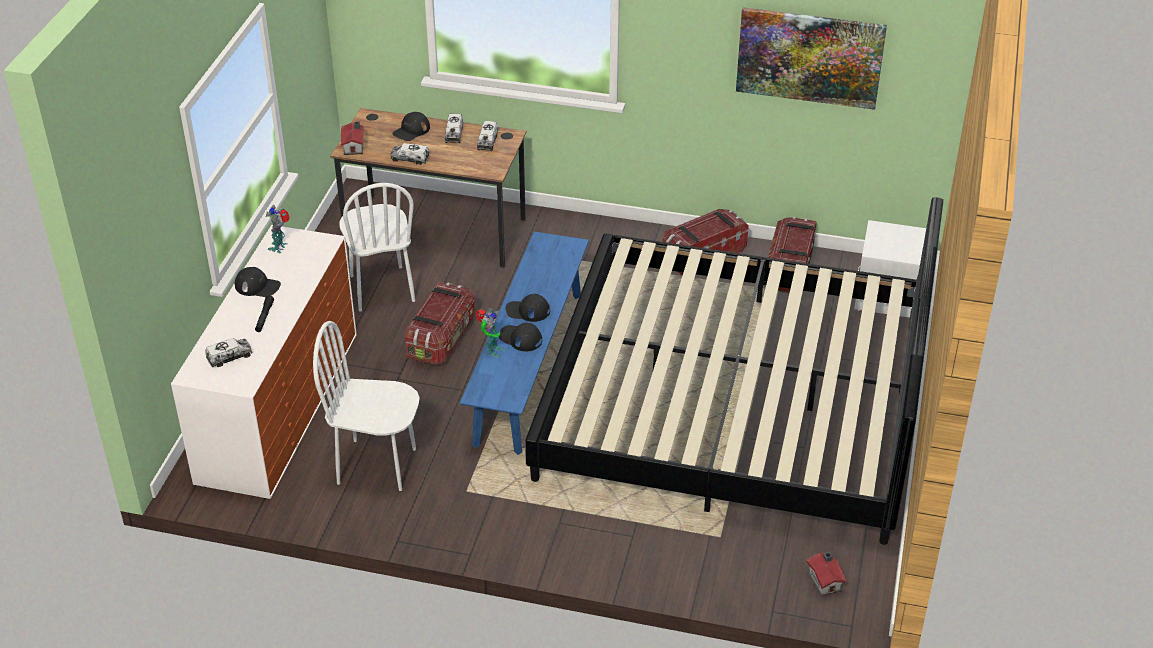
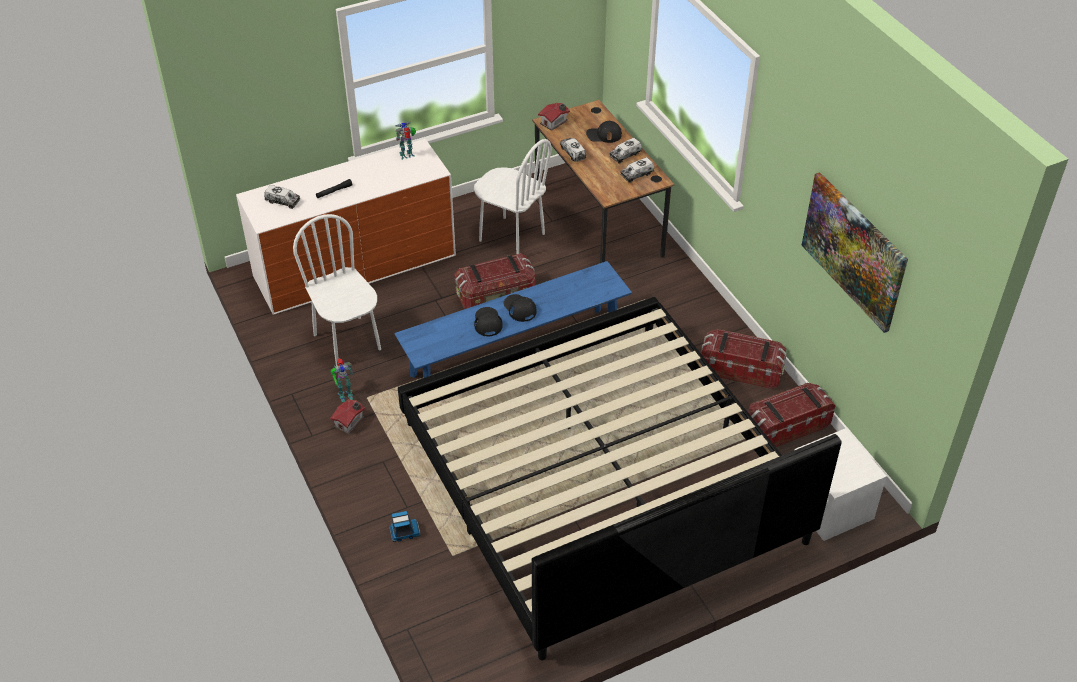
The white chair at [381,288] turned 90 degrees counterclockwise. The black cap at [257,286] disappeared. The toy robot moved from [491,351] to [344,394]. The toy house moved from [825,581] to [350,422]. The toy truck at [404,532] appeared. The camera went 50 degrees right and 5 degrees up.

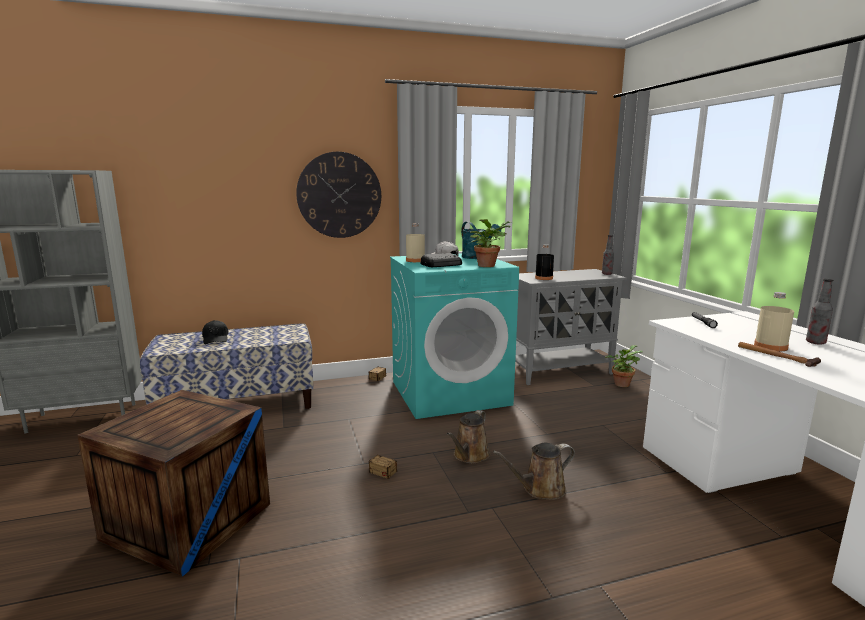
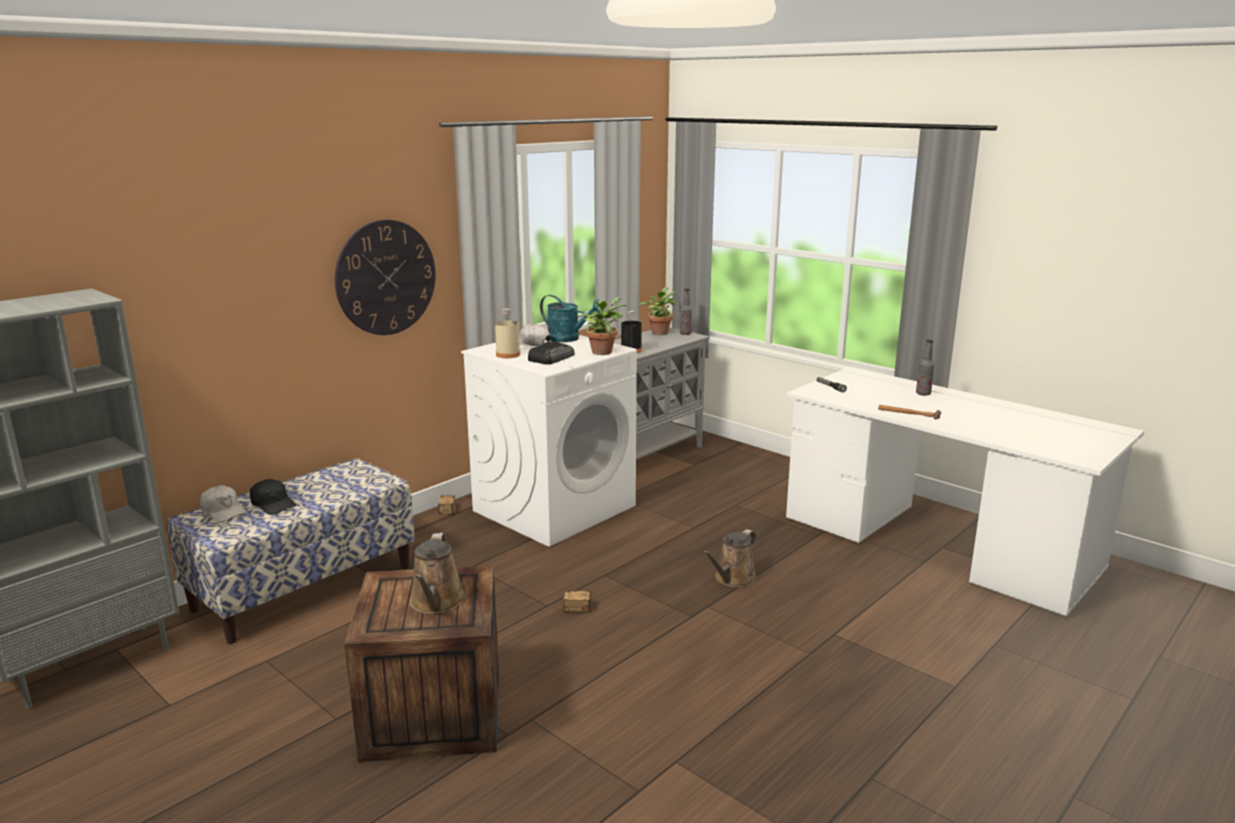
The turquoise washing machine at [450,393] became the white washing machine at [554,508]. The beige bottle at [770,346] disappeared. The potted plant moved from [622,383] to [659,332]. The brown watering can moved from [469,456] to [436,602]. The white cap at [223,511] appeared. The camera went 30 degrees left and 5 degrees up.

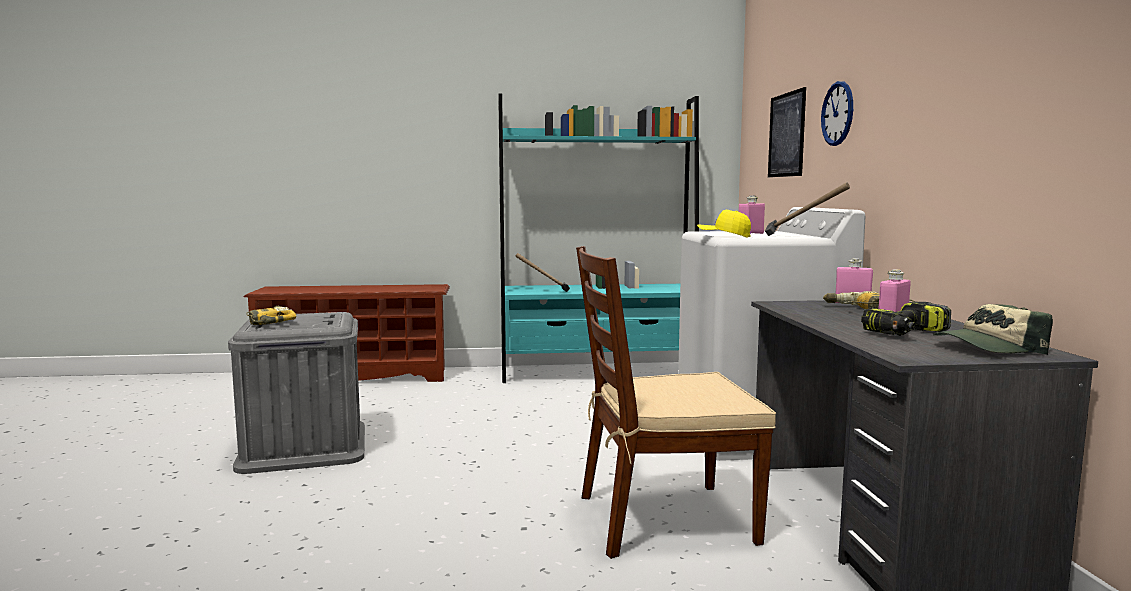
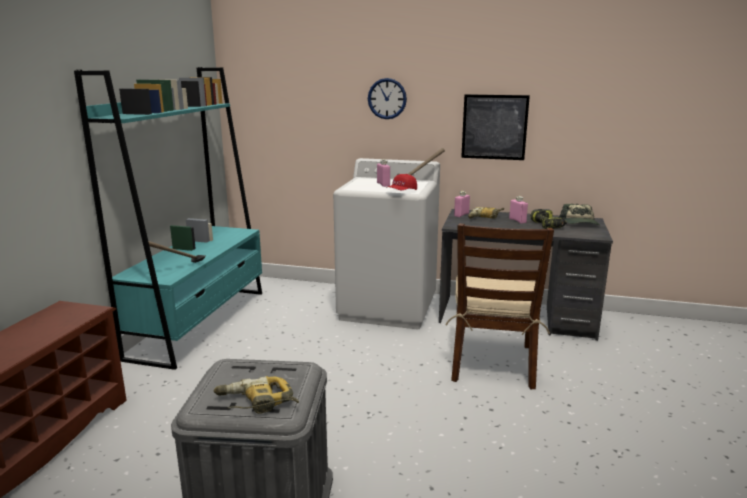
The picture moved from [786,135] to [494,127]. The yellow cap at [724,236] became the red cap at [401,191]. The camera went 70 degrees left and 10 degrees up.

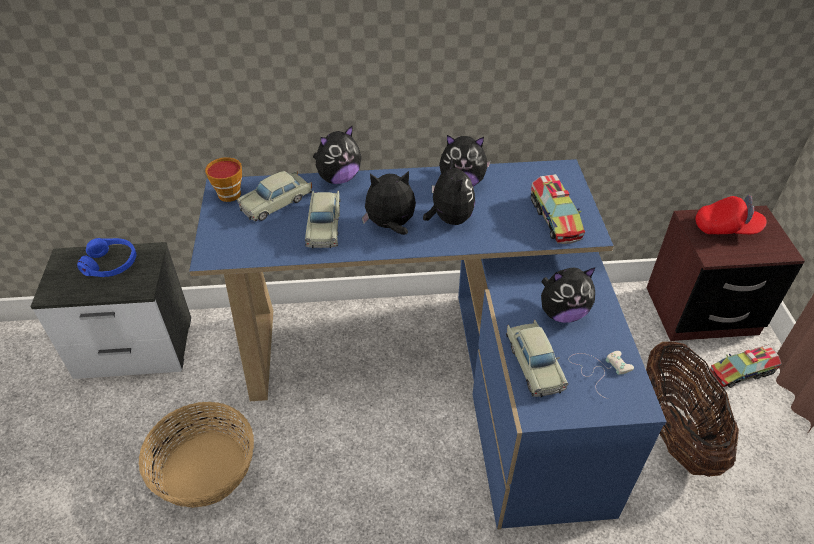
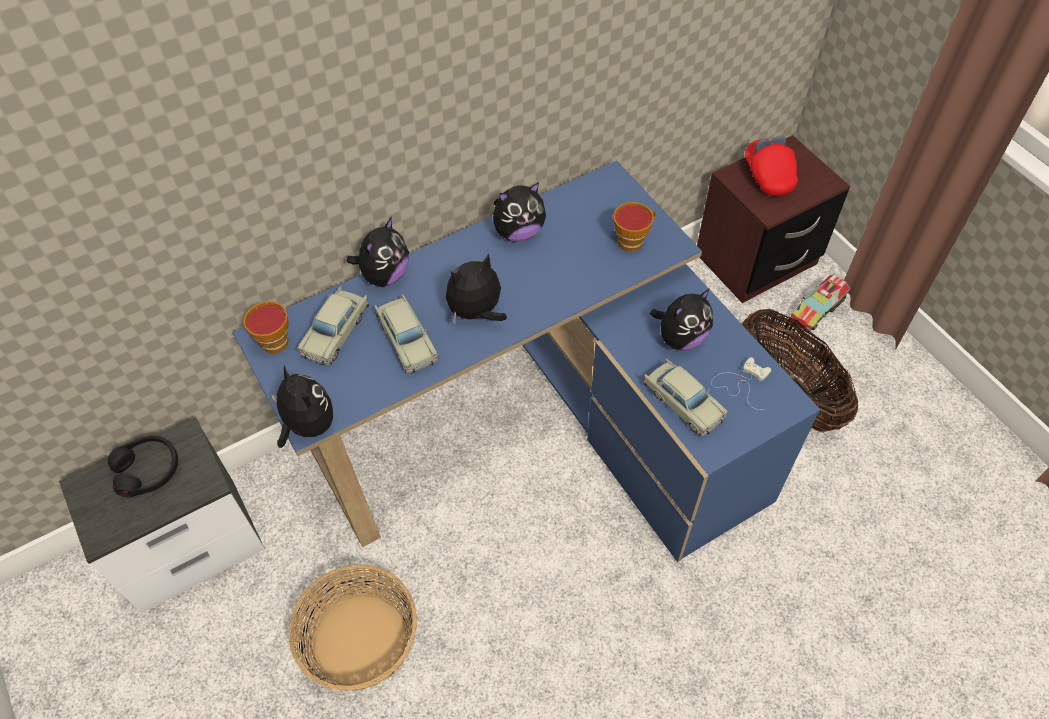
The plush toy moved from [449,219] to [307,426]. The toy truck at [555,218] was replaced by the cup at [633,240]. The red cap at [726,228] turned 90 degrees counterclockwise. The blue headphones at [111,264] became the black headphones at [148,470]. The camera went 25 degrees left and 10 degrees up.

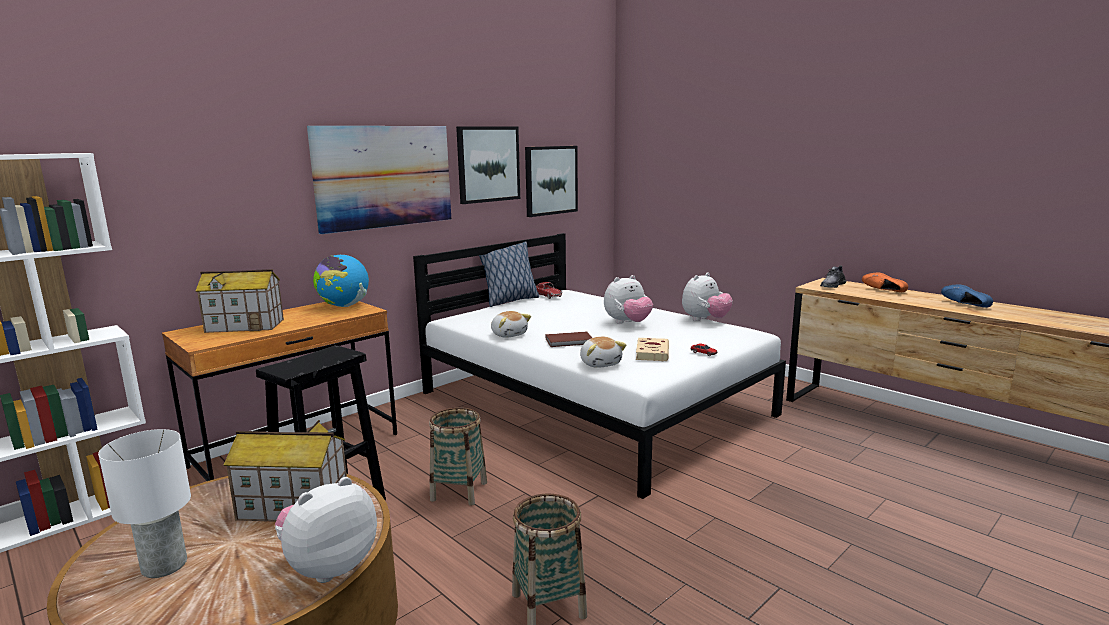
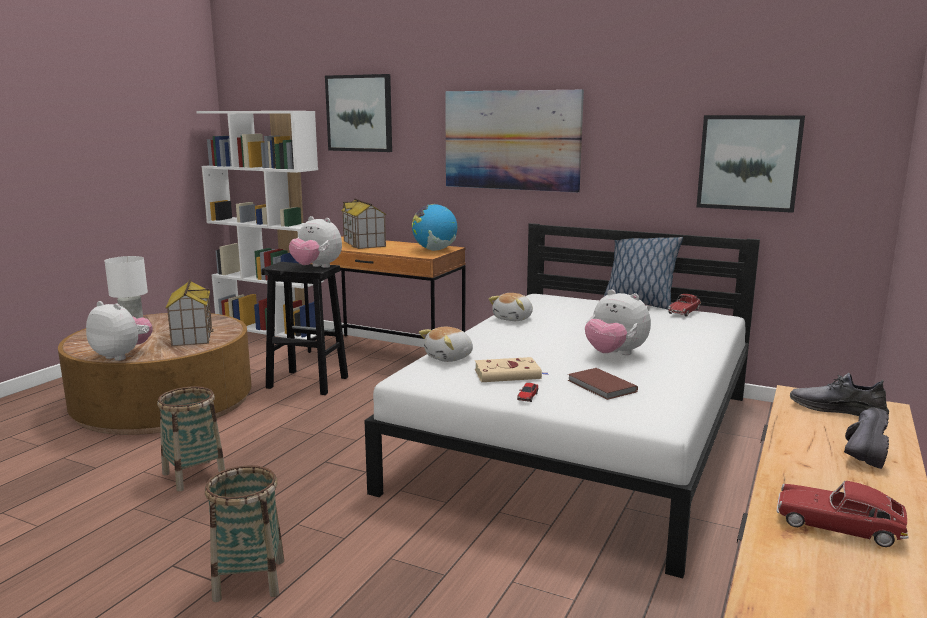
The picture moved from [488,164] to [359,113]. The plush toy moved from [705,320] to [316,267]. The orange shoe at [882,291] became the black shoe at [860,450]. The blue shoe at [963,305] was replaced by the toy car at [838,525]. The brown book moved from [570,341] to [601,386]. The basket moved from [459,491] to [249,580]. The camera went 70 degrees right and 0 degrees up.

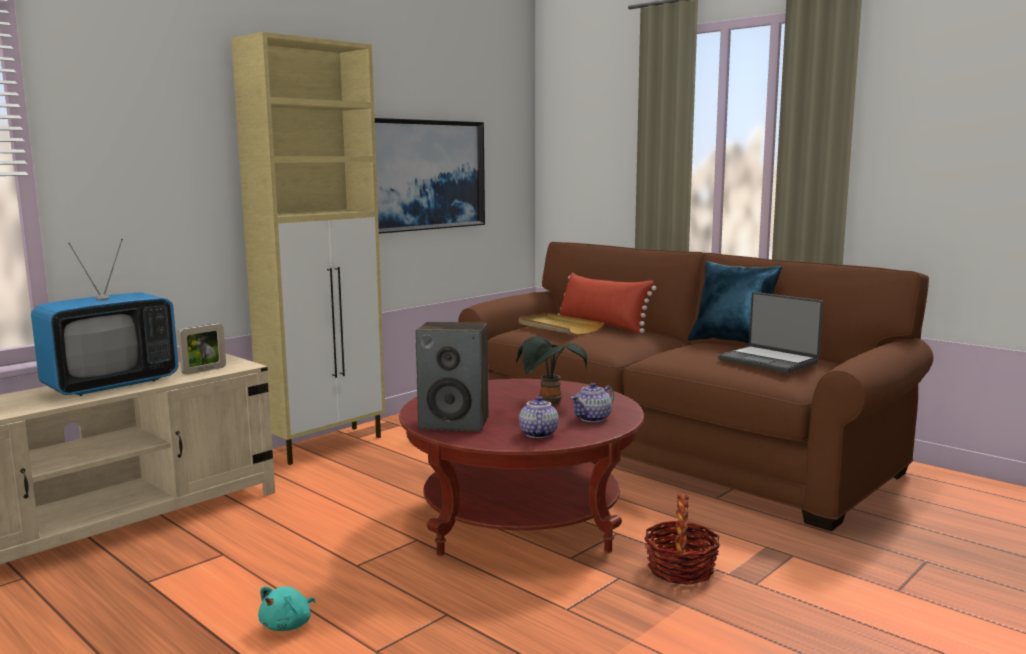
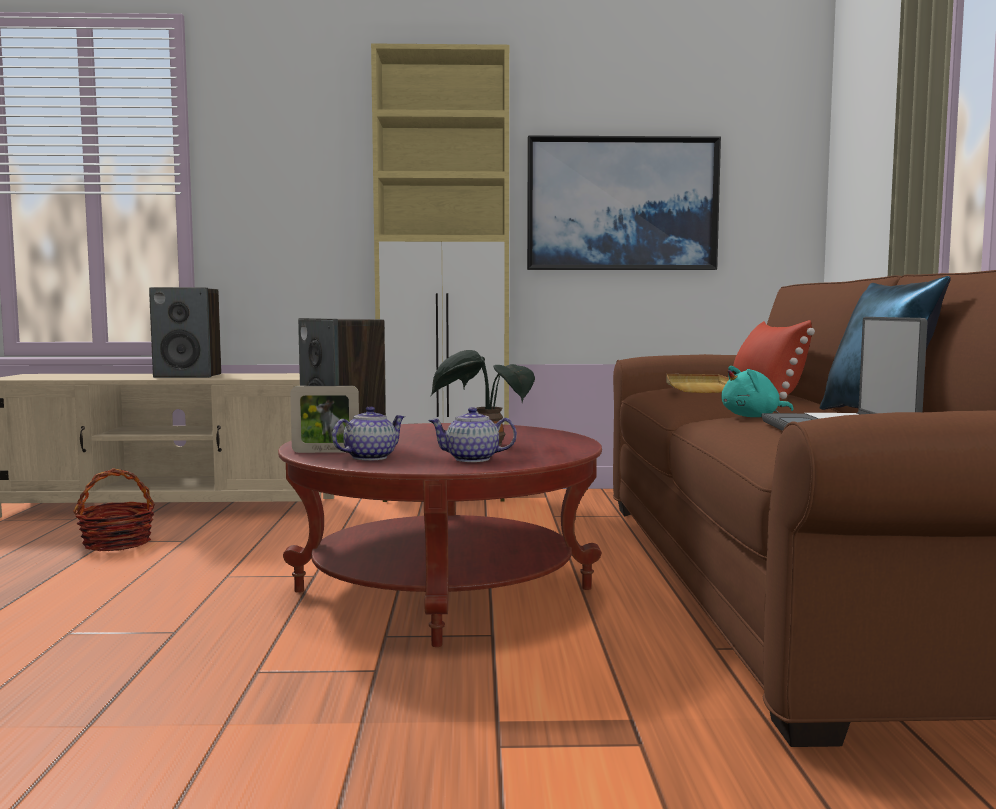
The television at [111,385] was replaced by the speaker at [189,376]. The picture frame moved from [204,370] to [326,451]. The basket moved from [680,569] to [117,543]. The turquoise plush toy moved from [288,625] to [754,417]. The camera went 45 degrees right and 5 degrees down.

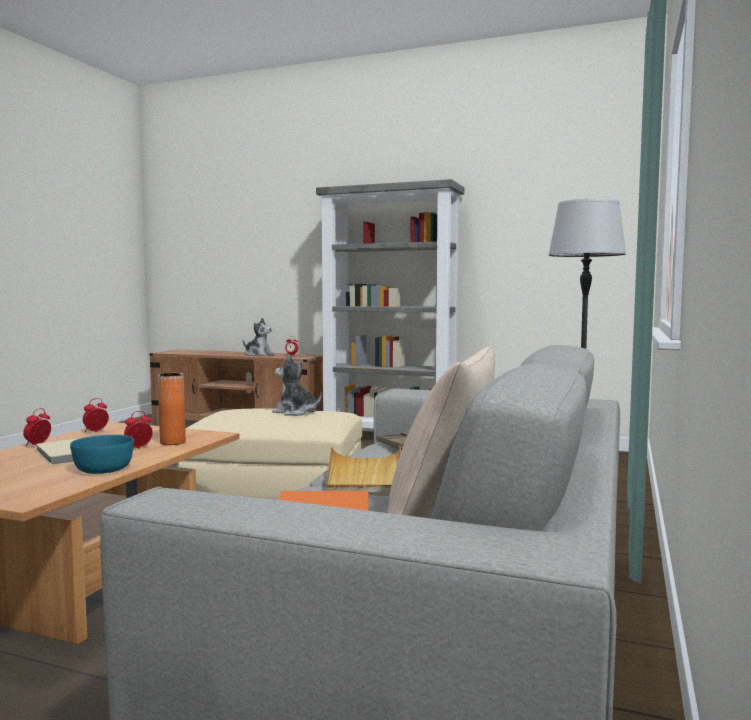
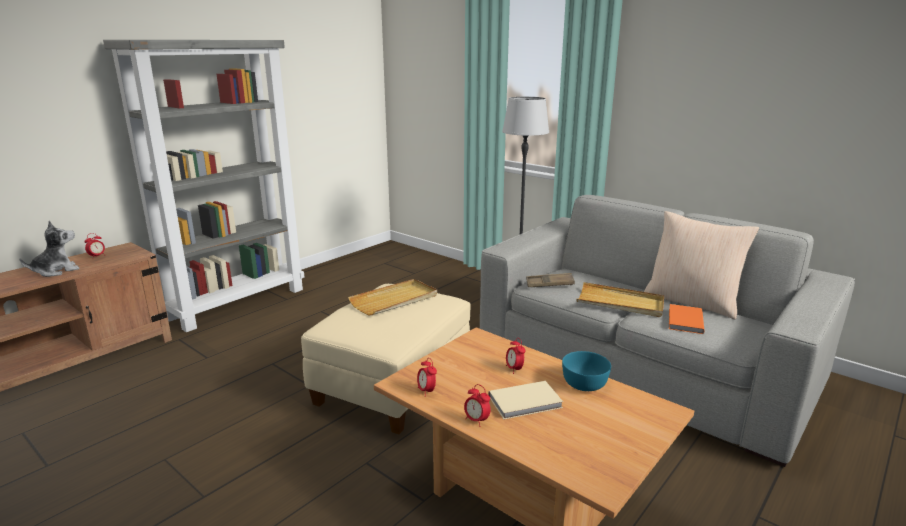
The plush toy at [296,412] was replaced by the beige tray at [394,300]. The orange vase at [172,442] disappeared. The camera went 70 degrees left and 15 degrees up.

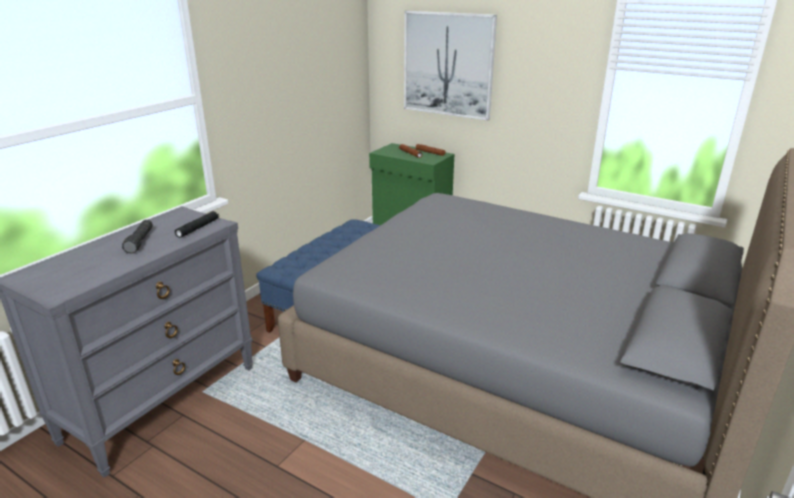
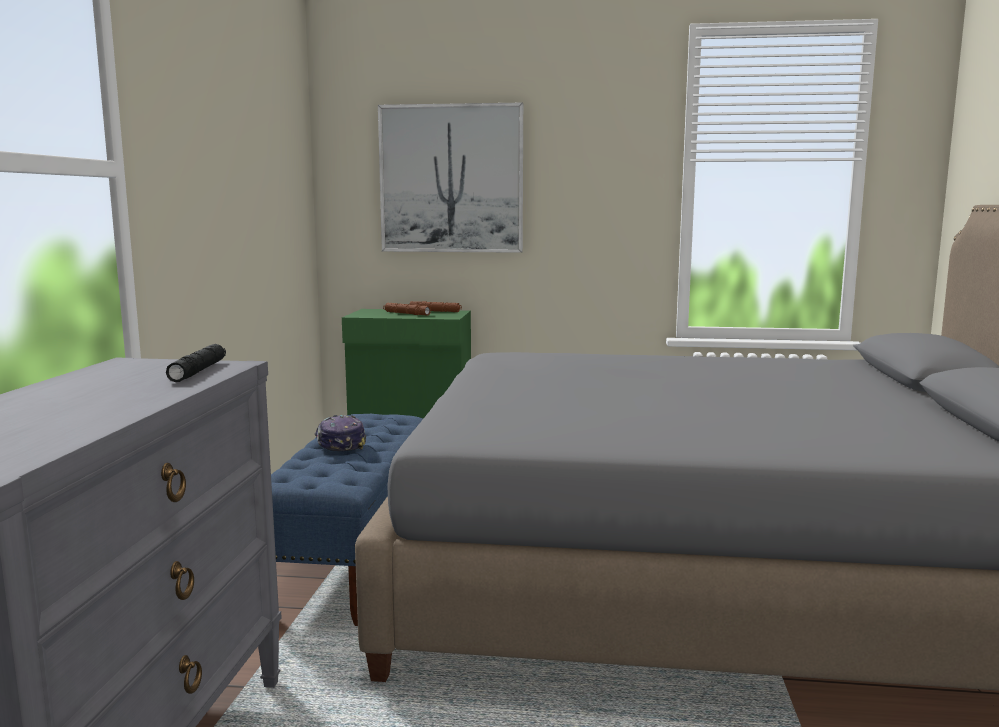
The black flashlight at [140,242] disappeared. The cap at [340,444] appeared. The camera went 25 degrees left and 15 degrees down.

